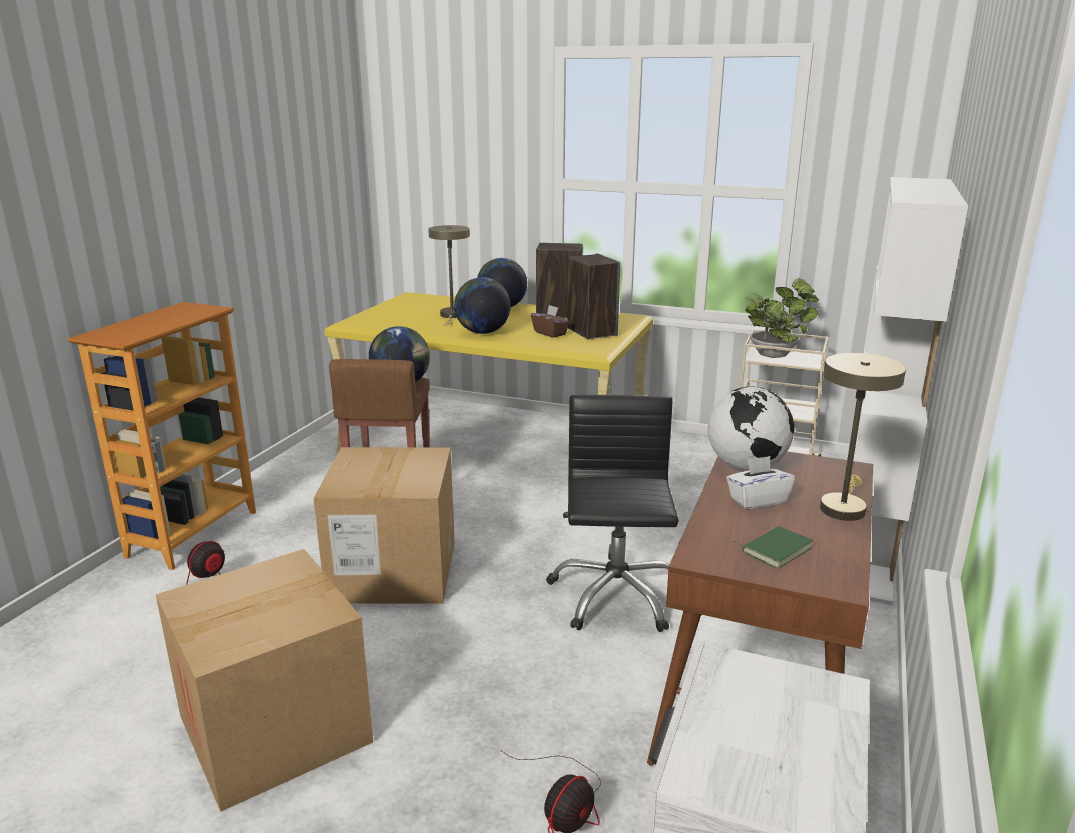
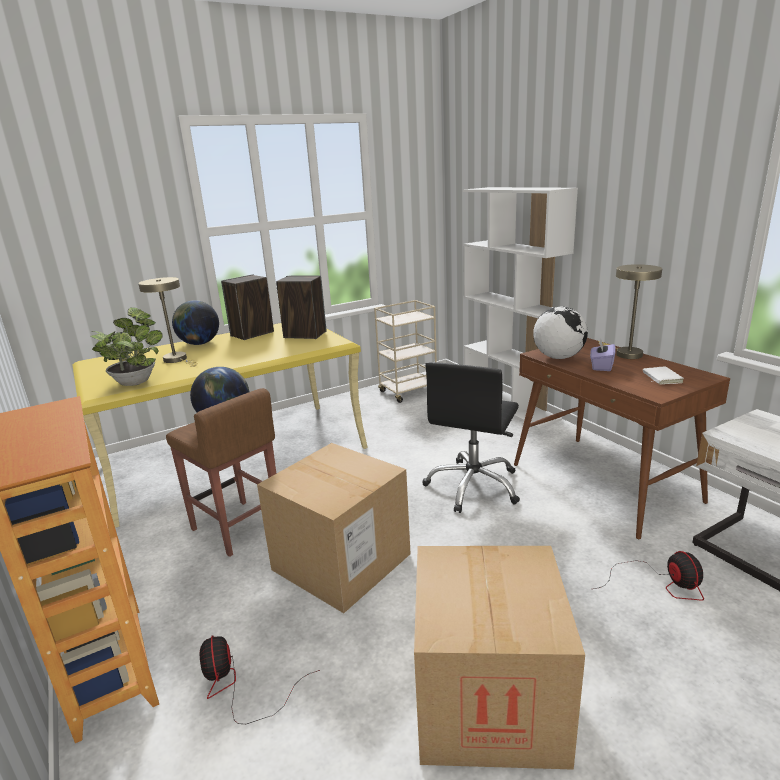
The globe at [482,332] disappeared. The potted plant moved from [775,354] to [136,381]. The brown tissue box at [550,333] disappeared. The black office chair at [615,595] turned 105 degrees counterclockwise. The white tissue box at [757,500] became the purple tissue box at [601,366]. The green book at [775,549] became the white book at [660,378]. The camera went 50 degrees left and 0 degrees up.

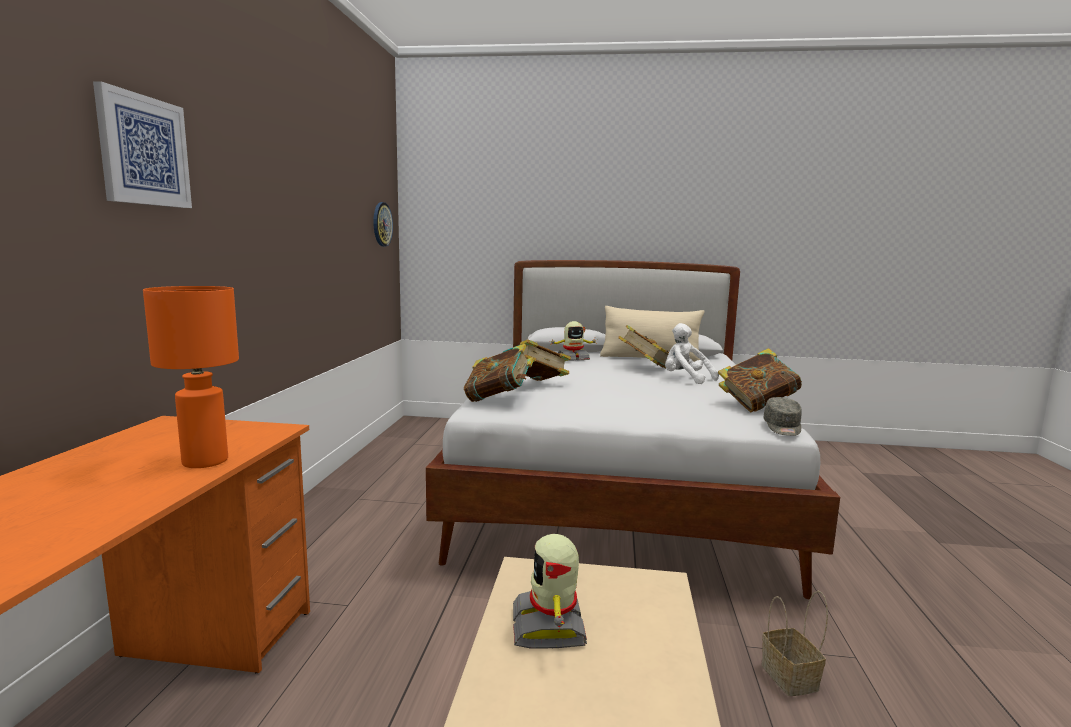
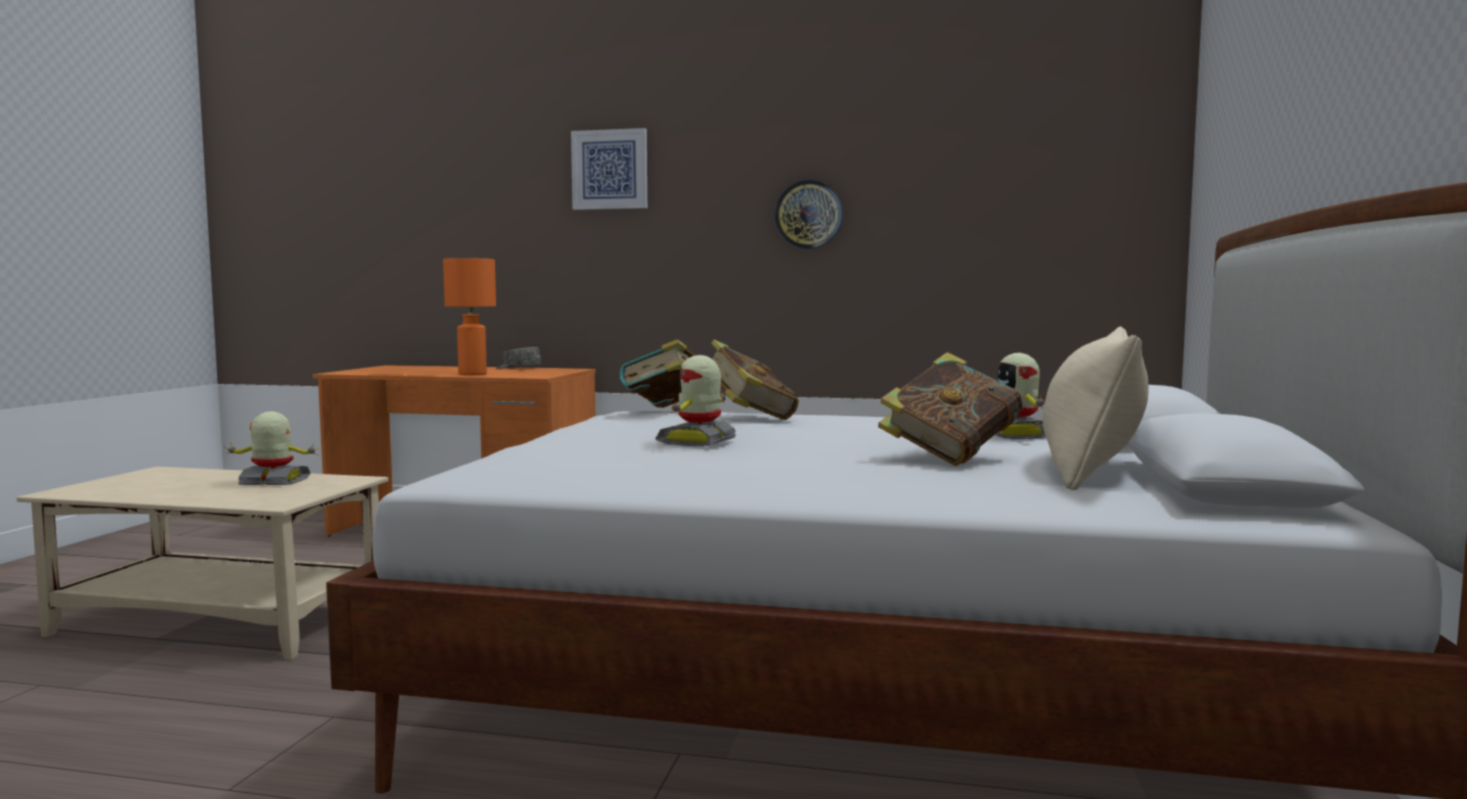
The wall clock moved from [381,224] to [808,214]. The white plush toy at [685,379] disappeared. The book at [757,406] disappeared. The grey cap moved from [782,427] to [518,368]. The basket at [791,678] disappeared. The toy robot at [698,441] appeared. The camera went 95 degrees right and 5 degrees down.

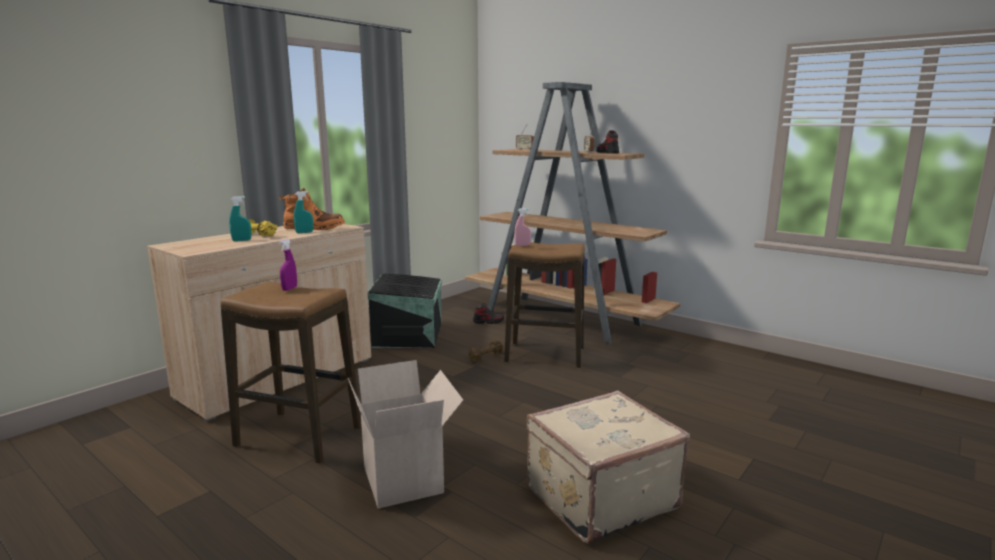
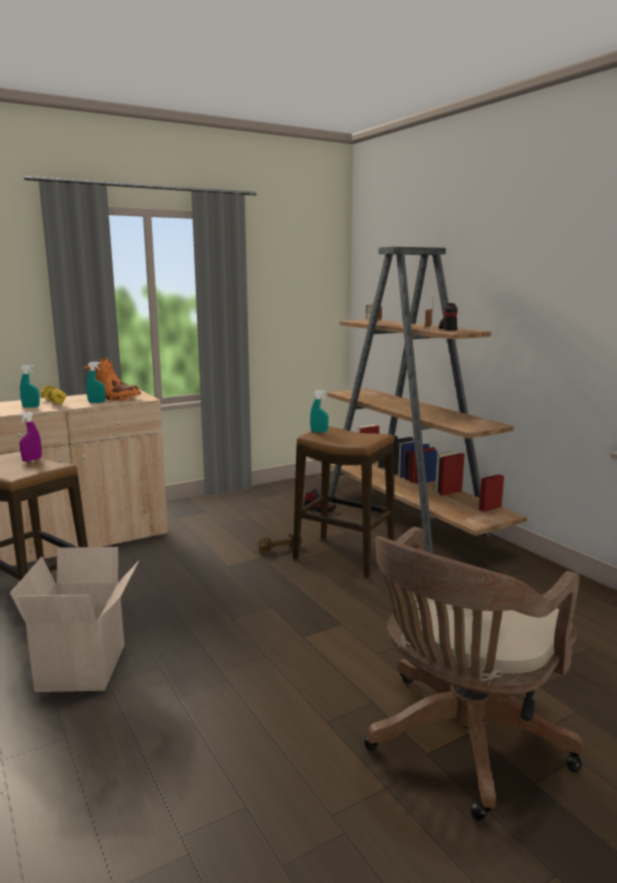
The pink spray bottle at [522,245] became the turquoise spray bottle at [319,432]. The black storage box at [409,334] disappeared. The beige suitcase at [599,496] disappeared. The brown office chair at [461,743] appeared. The camera went 20 degrees right and 0 degrees up.

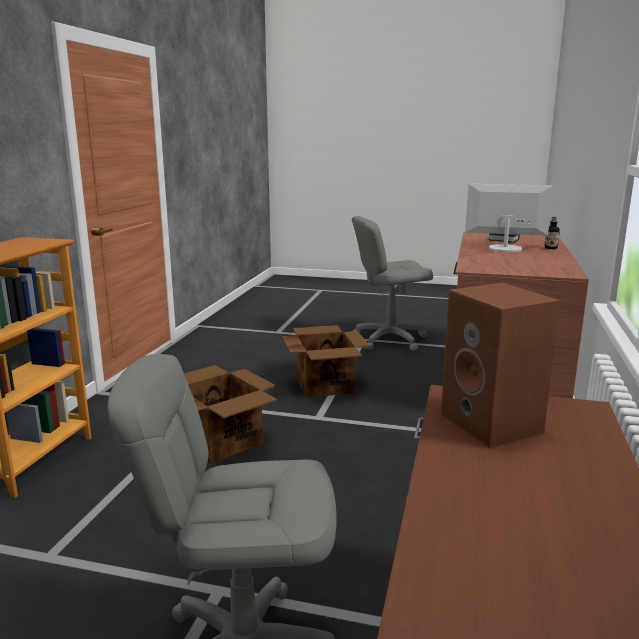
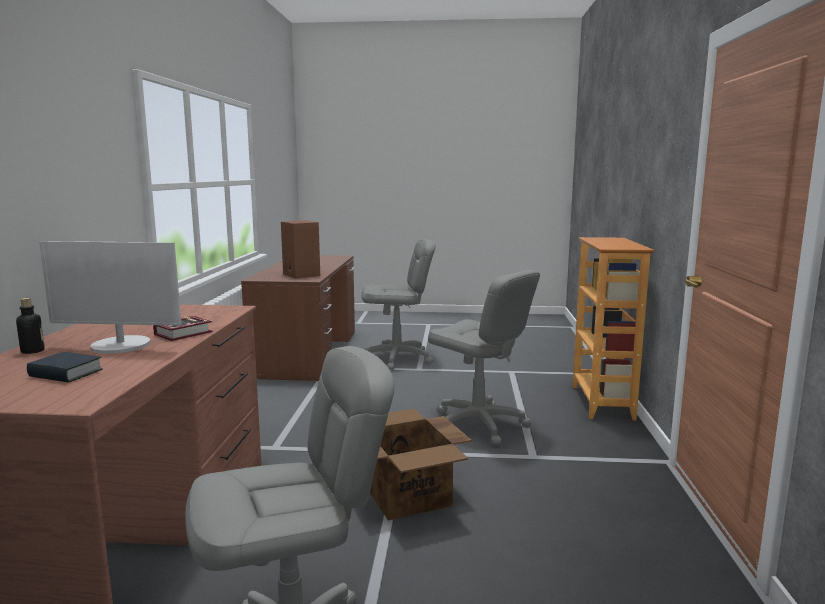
The cardboard box at [221,441] was replaced by the grey office chair at [478,425]. The book at [186,333] appeared. The camera went 170 degrees right and 5 degrees down.

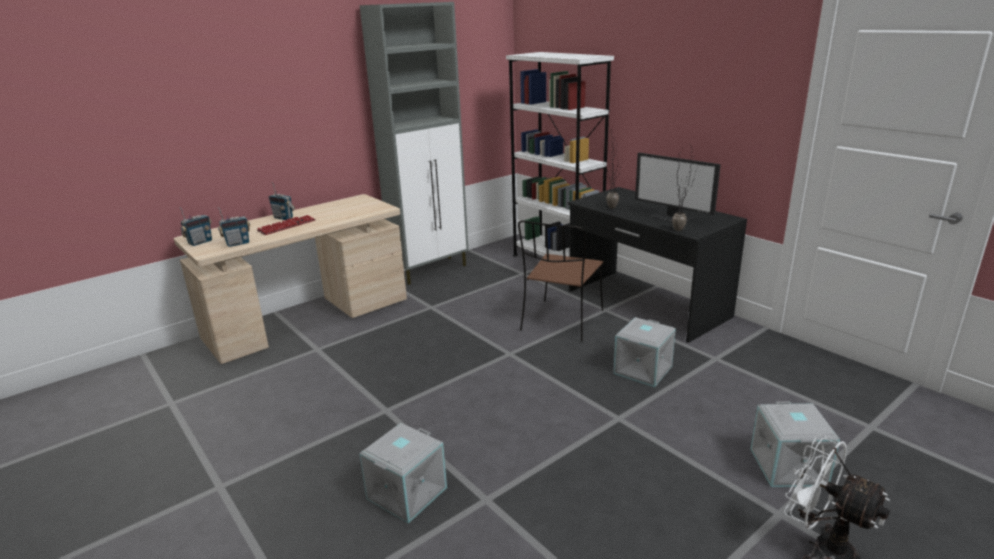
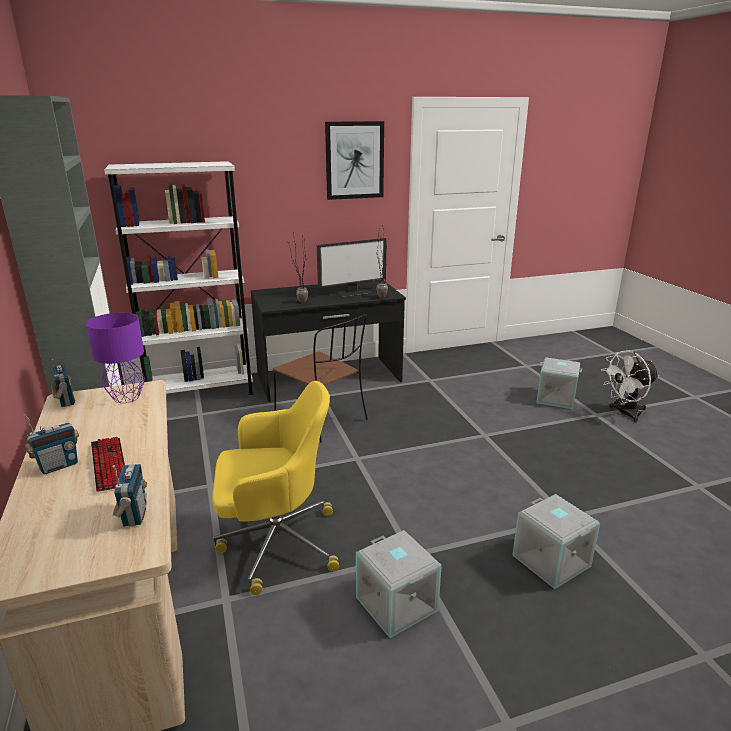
The radio moved from [200,242] to [66,401]. The grey storage box moved from [643,370] to [398,603]. The picture at [354,160] appeared. The purple table lamp at [126,398] appeared. The yellow office chair at [276,543] appeared. The camera went 70 degrees left and 0 degrees up.

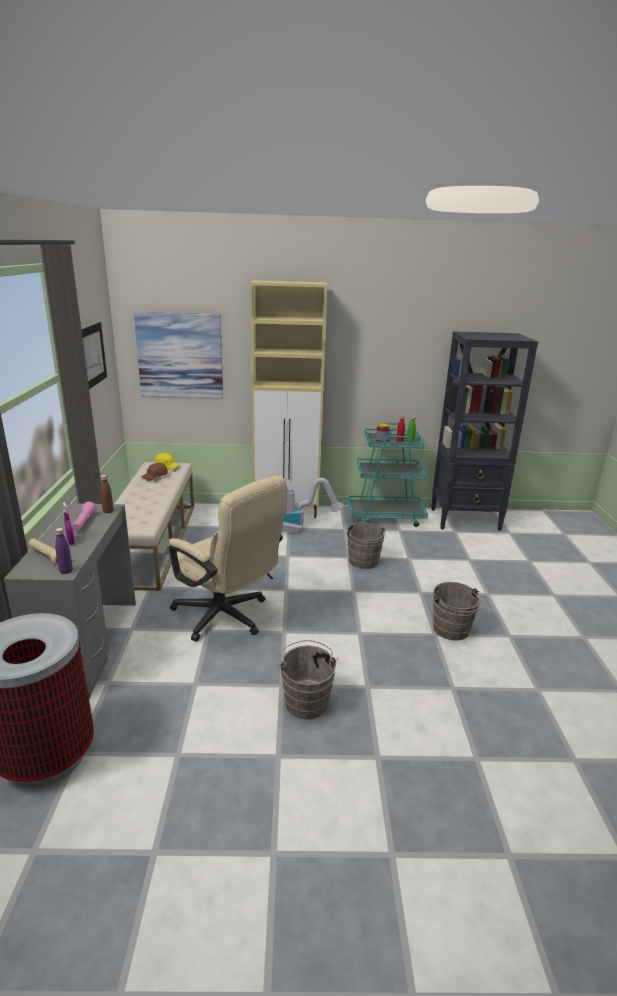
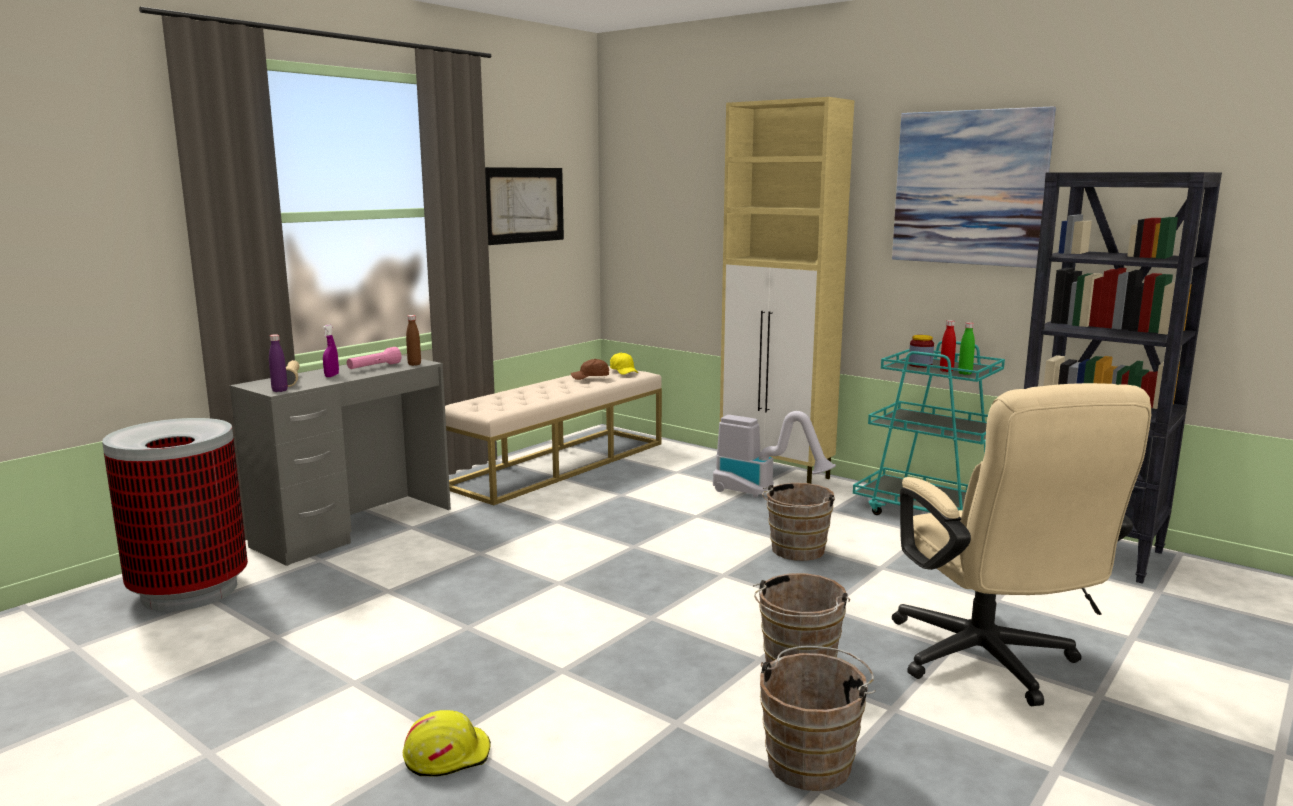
The picture moved from [180,356] to [969,188]. The beige office chair moved from [227,618] to [990,664]. The brown bucket moved from [306,700] to [812,760]. The yellow hard hat at [447,755] appeared. The camera went 40 degrees right and 10 degrees down.

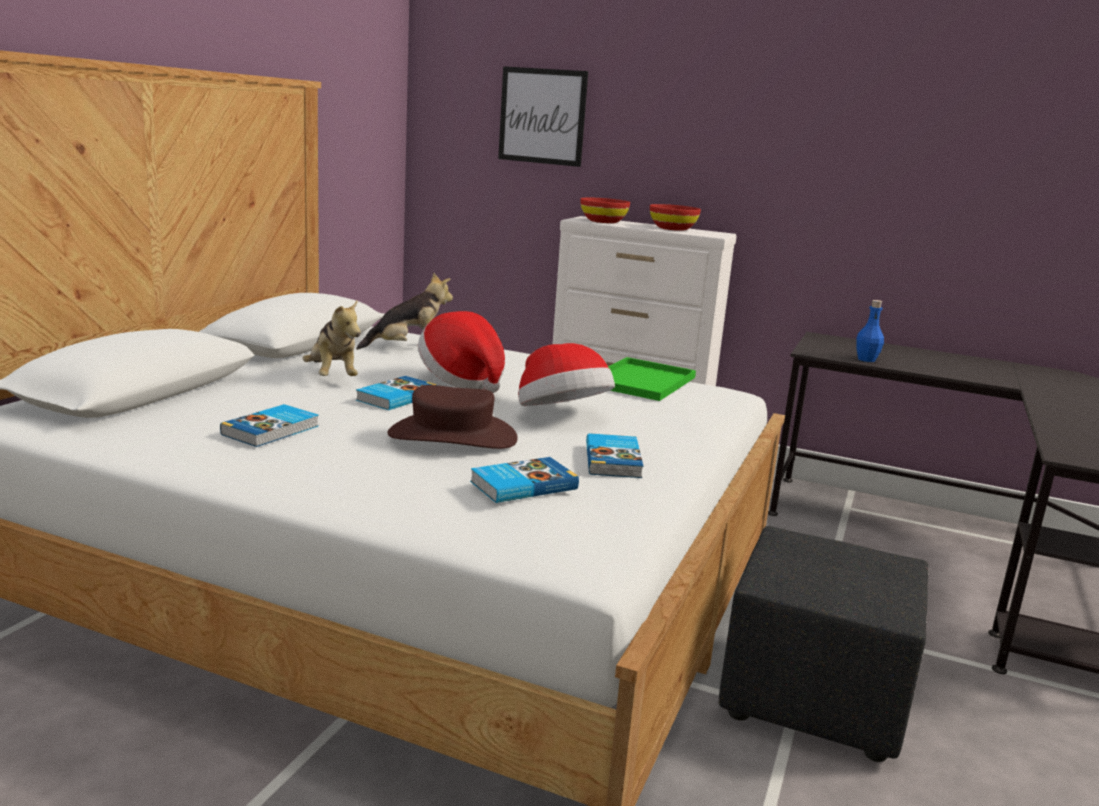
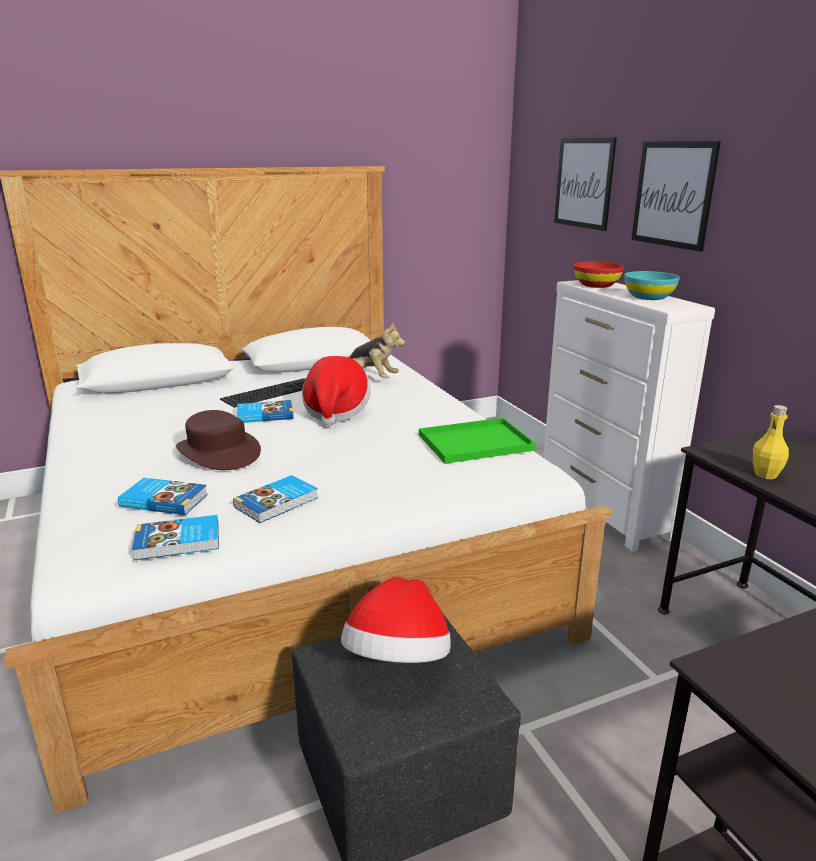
The red bowl at [673,228] became the turquoise bowl at [649,297]. The plush toy at [332,377] was replaced by the keyboard at [271,392]. The blue bottle at [866,359] became the yellow bottle at [765,474]. The hat moved from [561,415] to [398,661]. The book moved from [272,430] to [178,542]. The picture at [673,194] appeared. The camera went 45 degrees right and 5 degrees up.

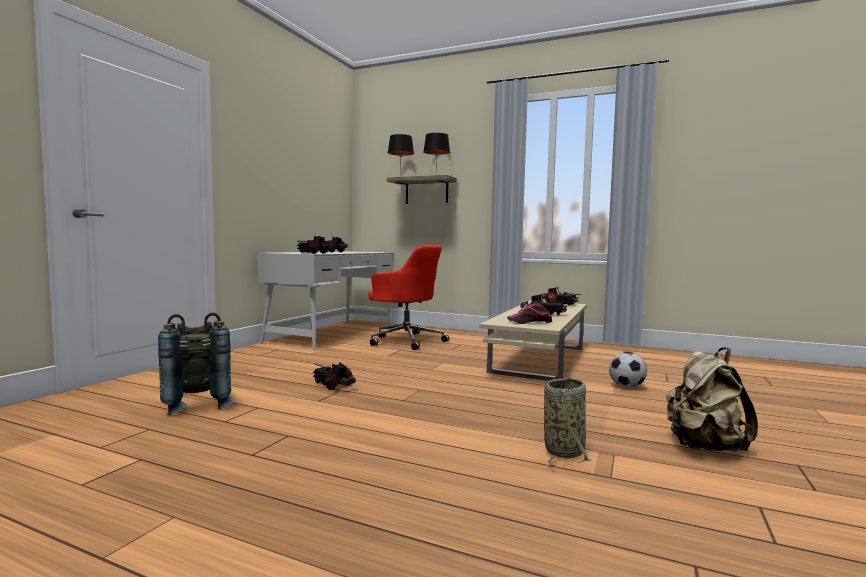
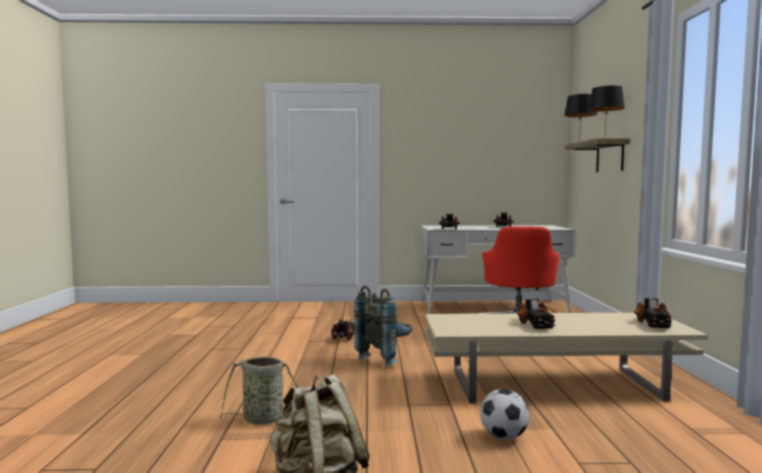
The cap at [530,322] disappeared. The grey backpack moved from [197,404] to [385,358]. The camera went 65 degrees right and 0 degrees up.

